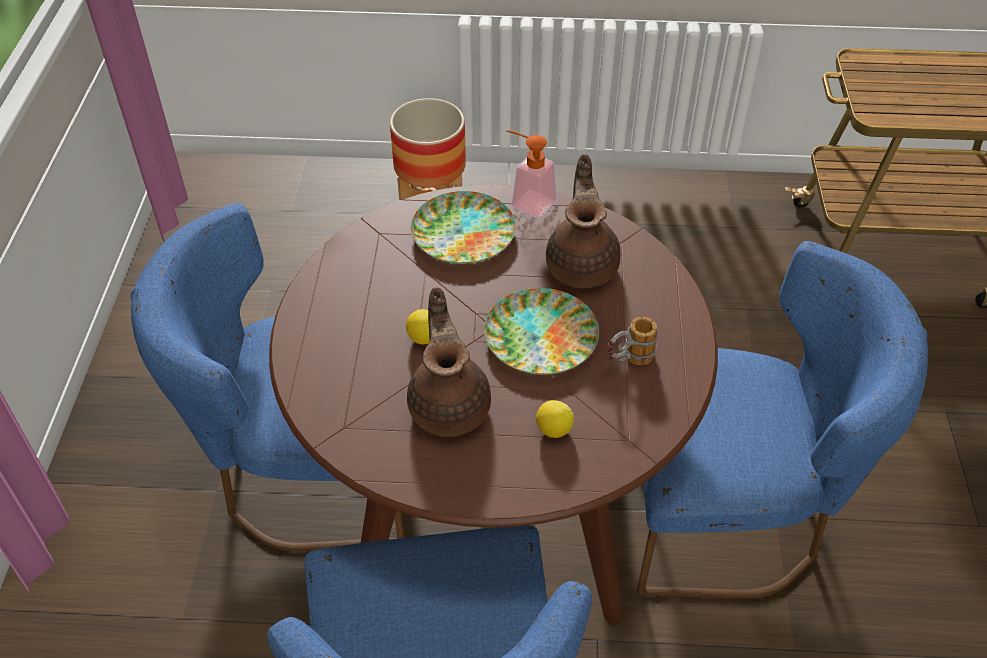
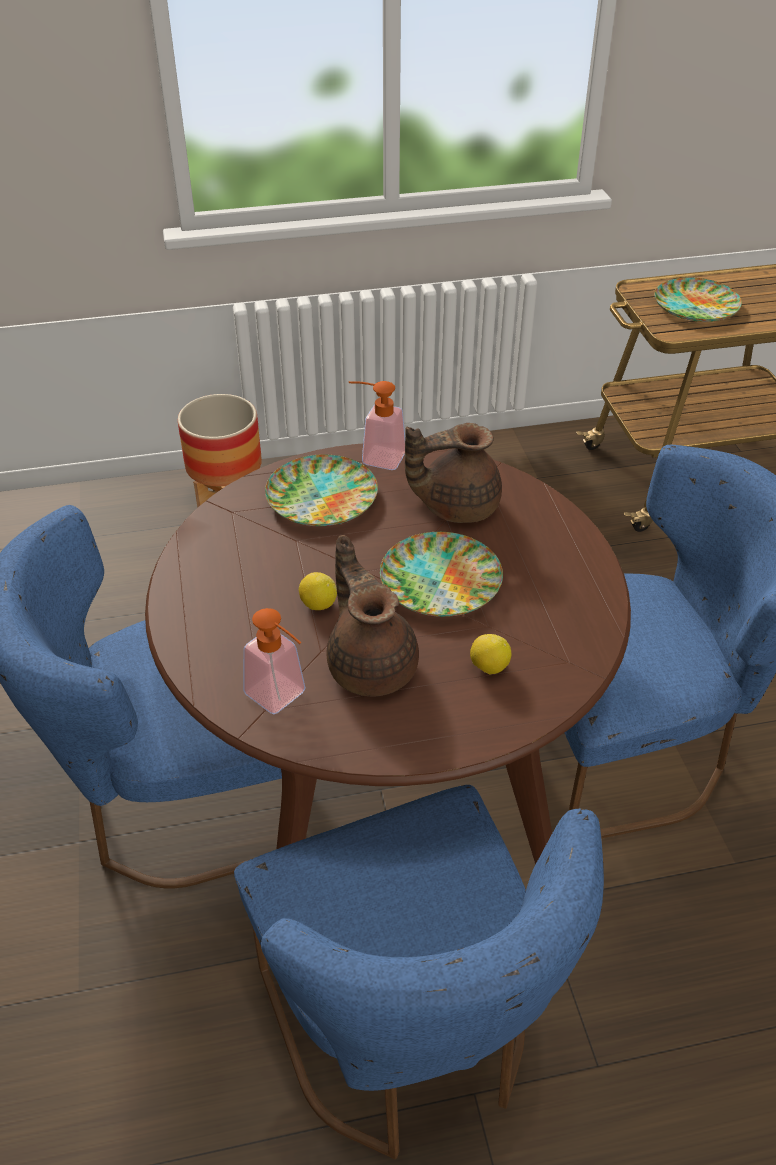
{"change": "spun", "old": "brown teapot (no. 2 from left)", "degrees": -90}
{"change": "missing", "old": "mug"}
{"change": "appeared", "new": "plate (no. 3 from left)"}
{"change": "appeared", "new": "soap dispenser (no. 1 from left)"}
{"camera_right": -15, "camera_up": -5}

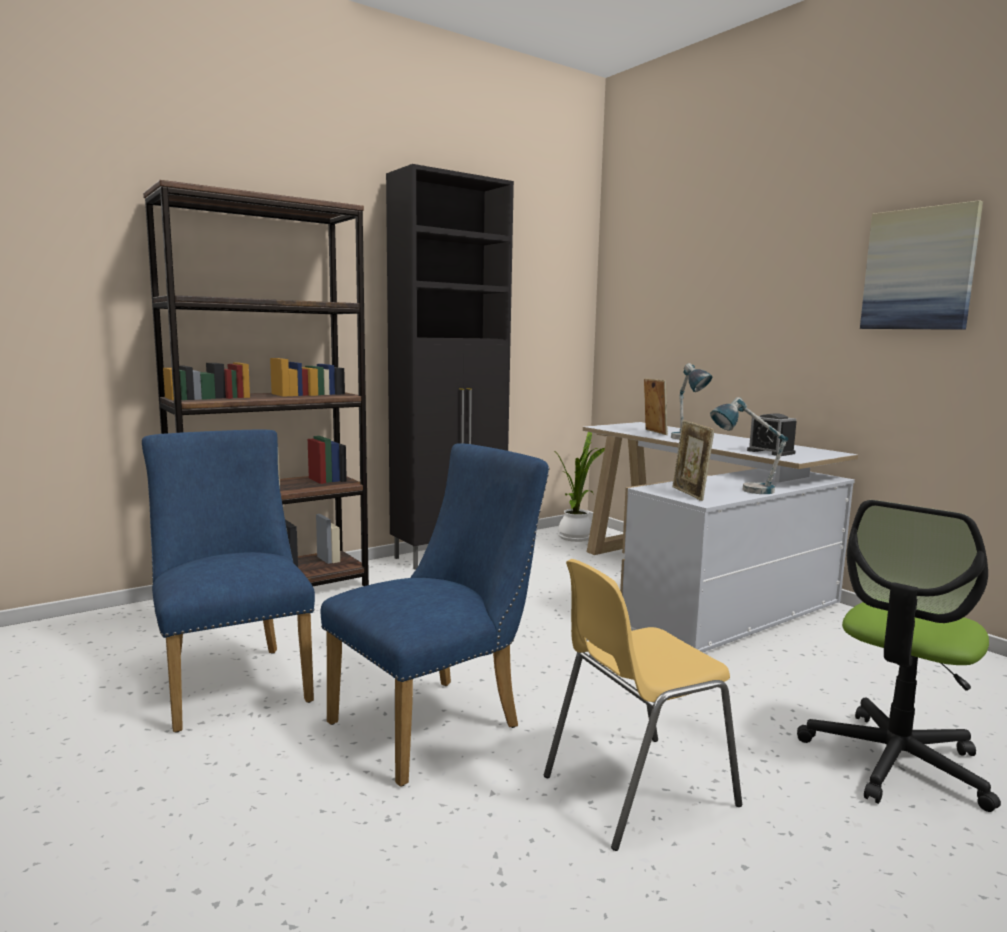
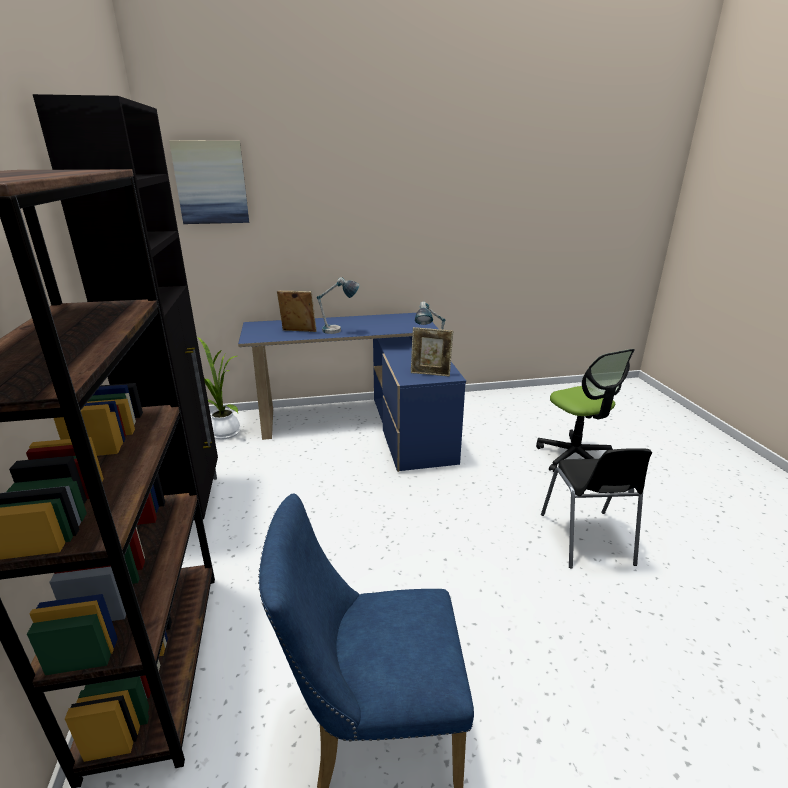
{"change": "relocated", "old": "picture"}
{"change": "missing", "old": "alarm clock"}
{"change": "colour", "old": "white desk", "new": "blue desk"}
{"change": "missing", "old": "blue chair (no. 2 from left)"}
{"change": "colour", "old": "yellow chair", "new": "black chair"}
{"camera_right": -65, "camera_up": 15}

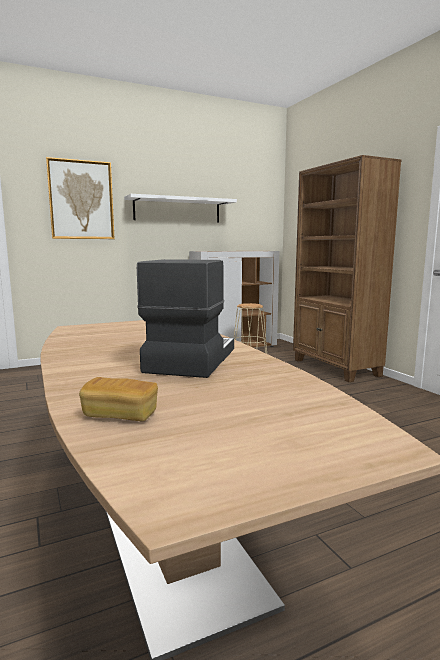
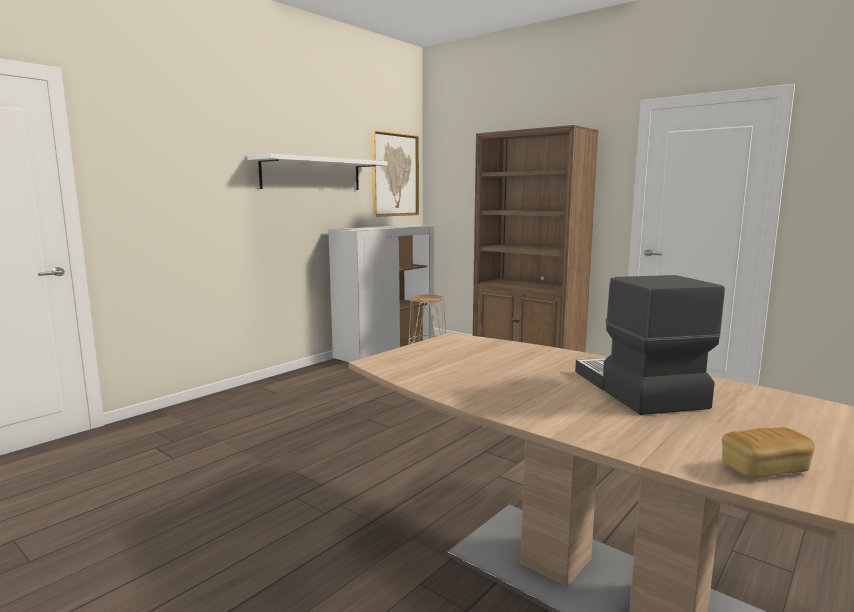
{"change": "relocated", "old": "picture"}
{"camera_right": -25, "camera_up": 0}

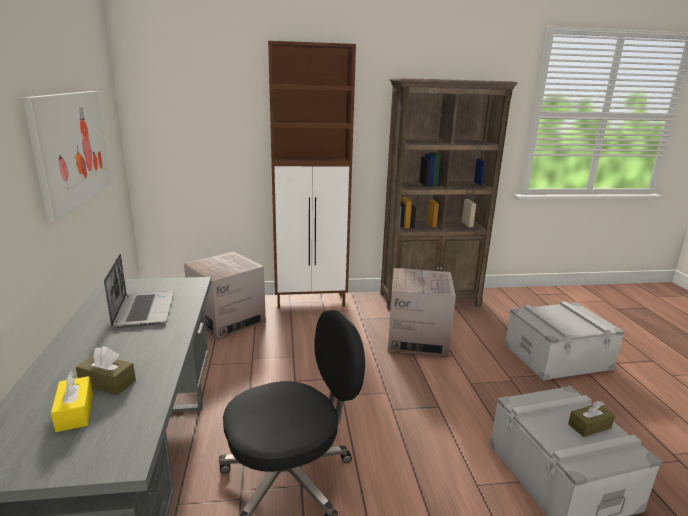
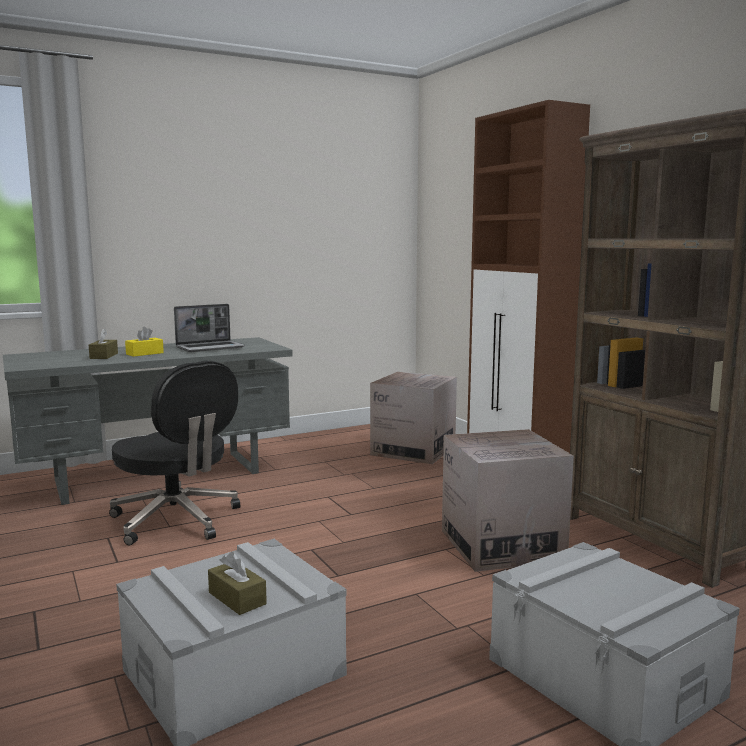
{"change": "missing", "old": "picture"}
{"change": "relocated", "old": "yellow tissue box"}
{"camera_right": 70, "camera_up": -10}

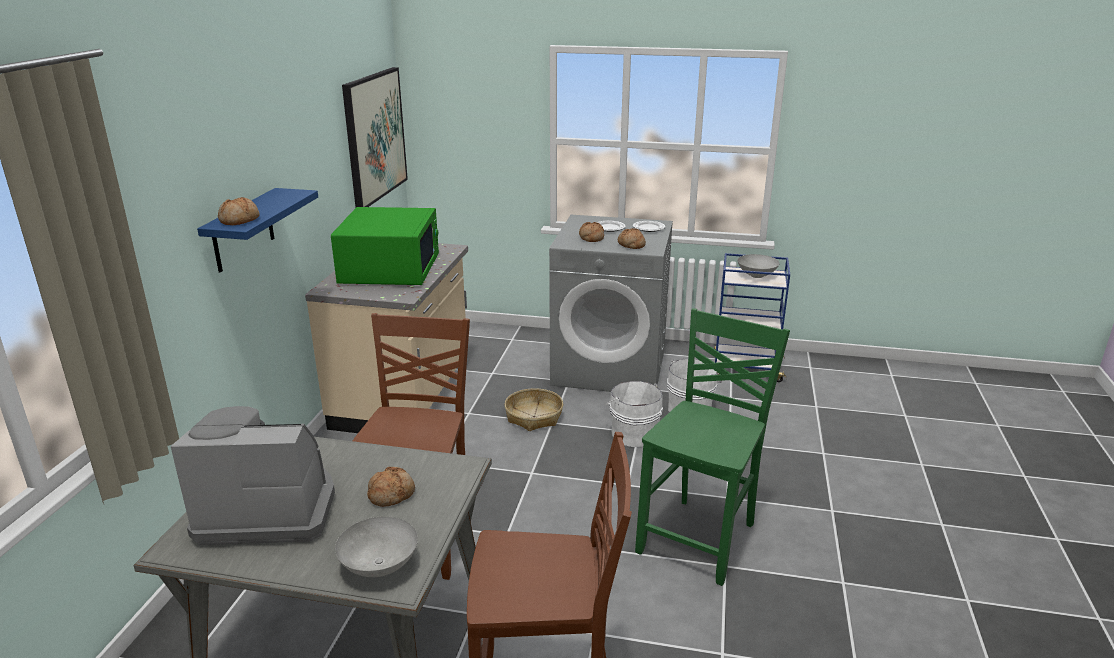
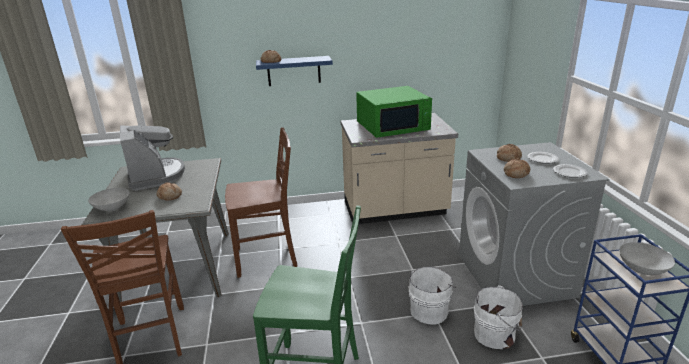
{"change": "missing", "old": "picture"}
{"change": "missing", "old": "basket"}
{"camera_right": 70, "camera_up": 0}

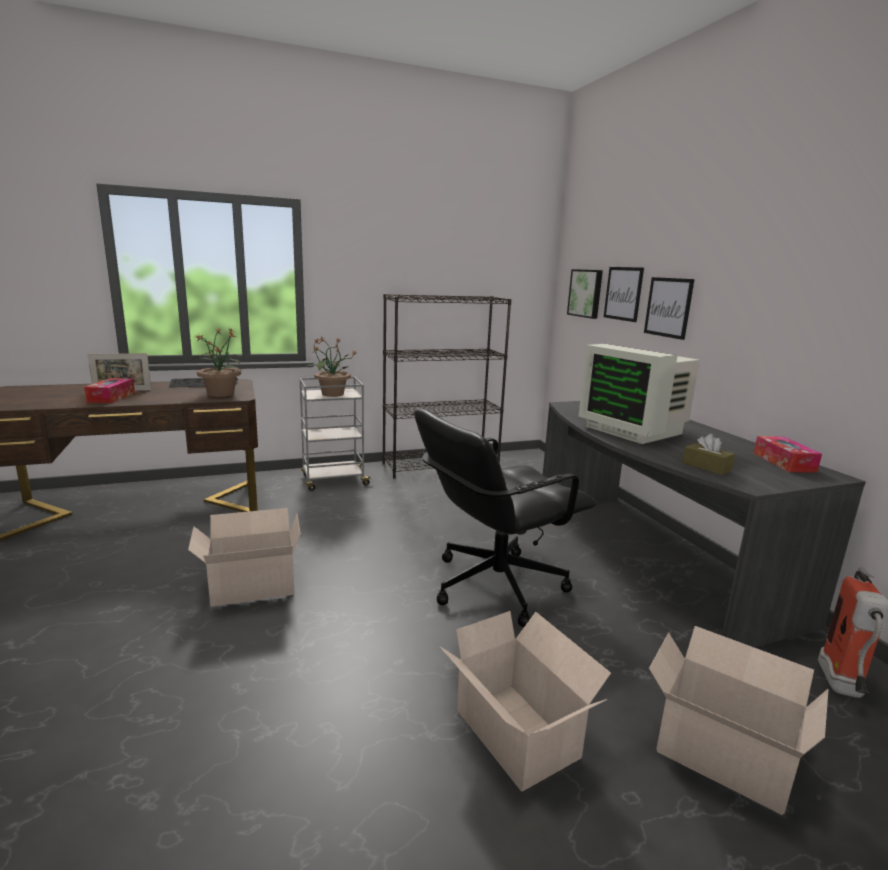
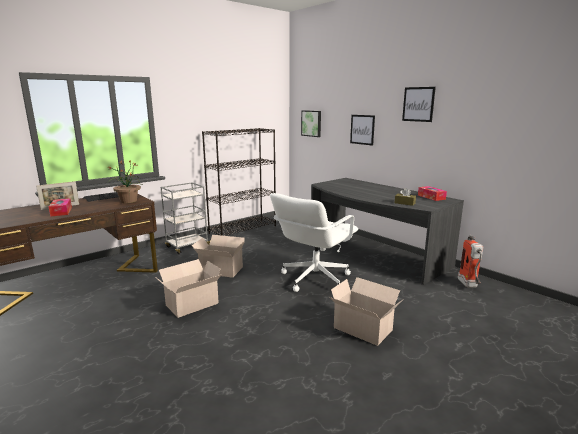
{"change": "relocated", "old": "picture (no. 2 from left in the first image)", "new": "picture (no. 3 from left)"}
{"change": "missing", "old": "potted plant (no. 2 from left)"}
{"change": "missing", "old": "monitor"}
{"change": "colour", "old": "black office chair", "new": "white office chair"}
{"change": "relocated", "old": "cardboard box (no. 3 from left in the first image)", "new": "cardboard box (no. 2 from left)"}
{"camera_right": -20, "camera_up": 0}

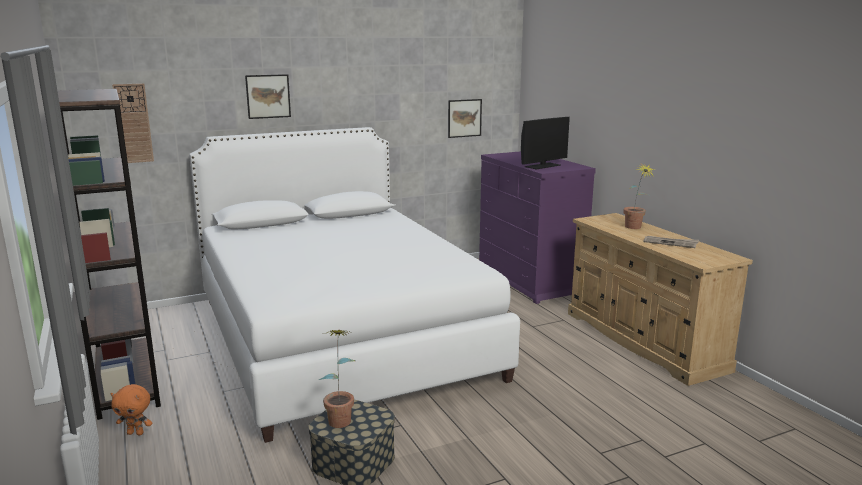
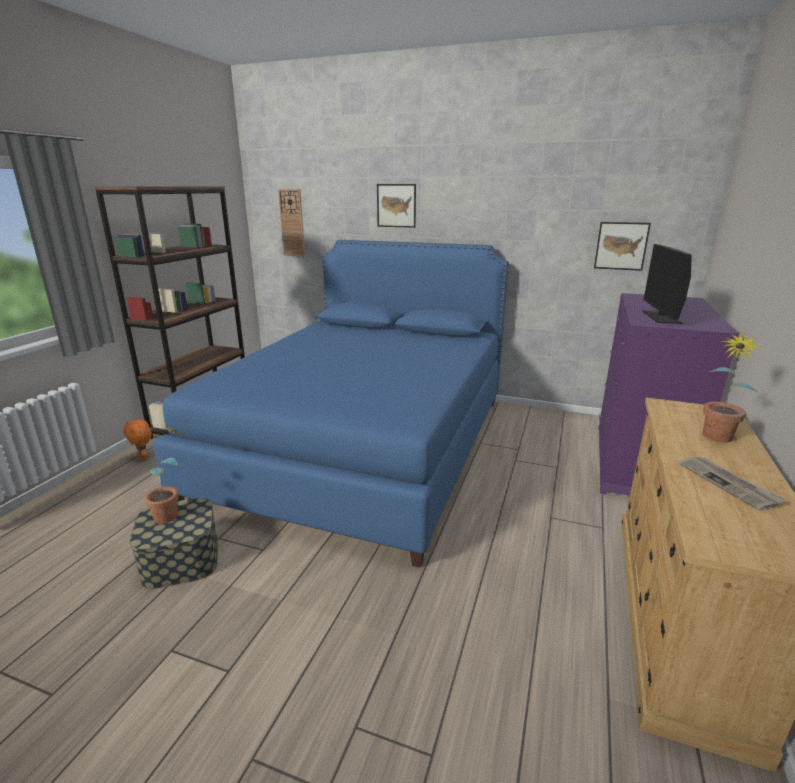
{"change": "spun", "old": "monitor", "degrees": 90}
{"change": "colour", "old": "white bed", "new": "blue bed"}
{"camera_right": 45, "camera_up": 5}

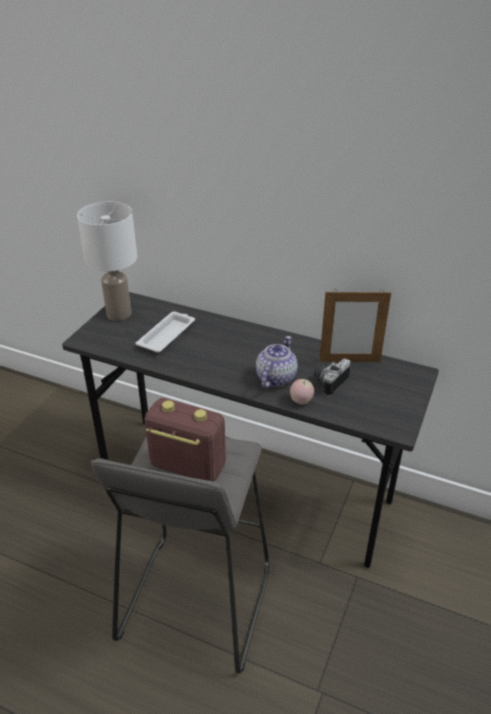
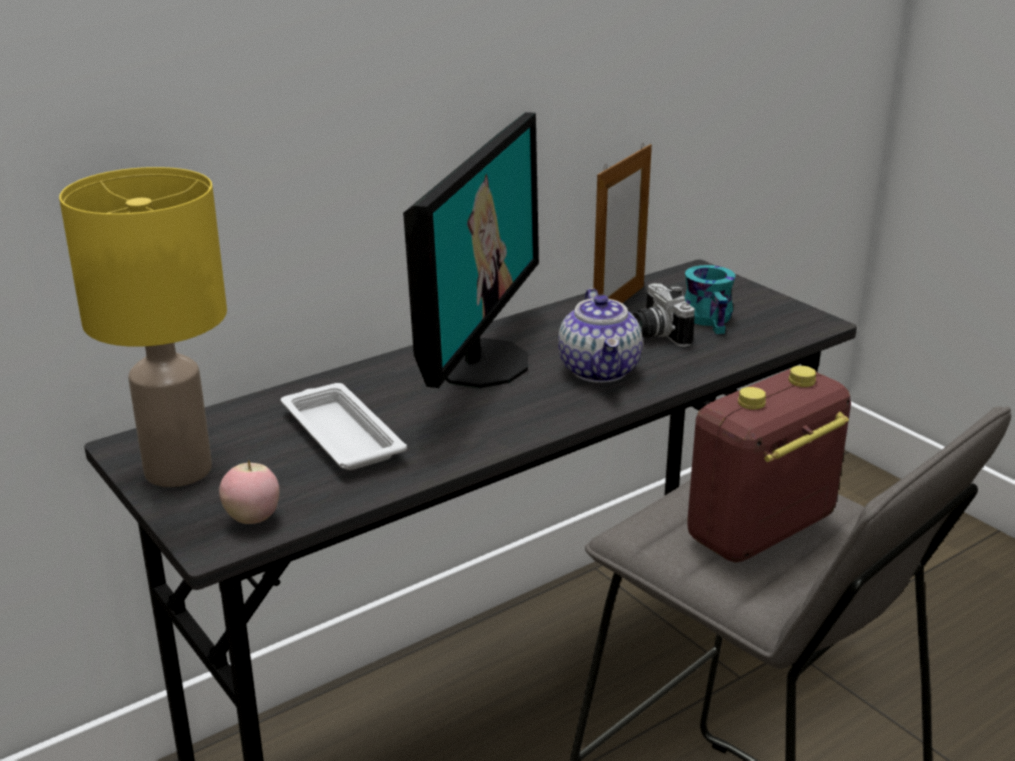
{"change": "colour", "old": "white table lamp", "new": "yellow table lamp"}
{"change": "spun", "old": "teapot", "degrees": -150}
{"change": "relocated", "old": "apple"}
{"change": "appeared", "new": "monitor"}
{"change": "appeared", "new": "turquoise mug"}
{"camera_right": -60, "camera_up": -10}

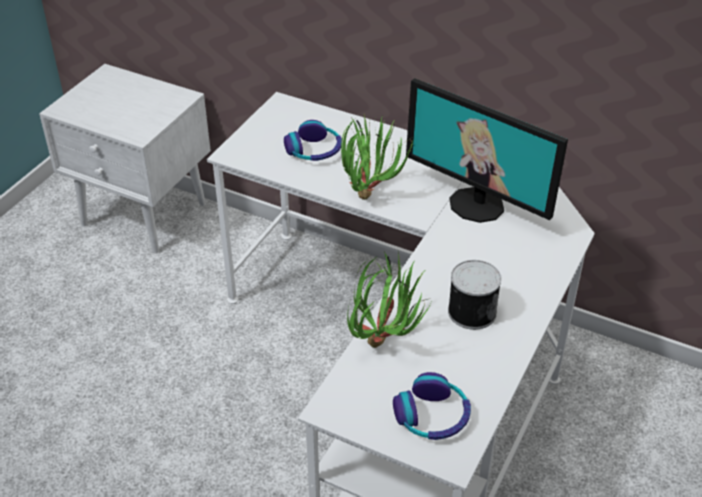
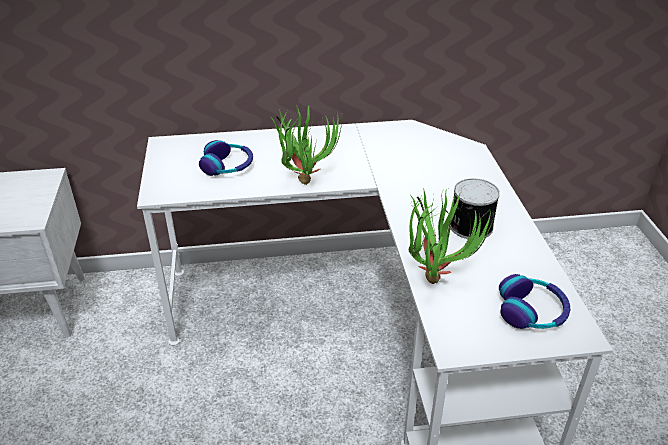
{"change": "missing", "old": "monitor"}
{"camera_right": -35, "camera_up": -5}

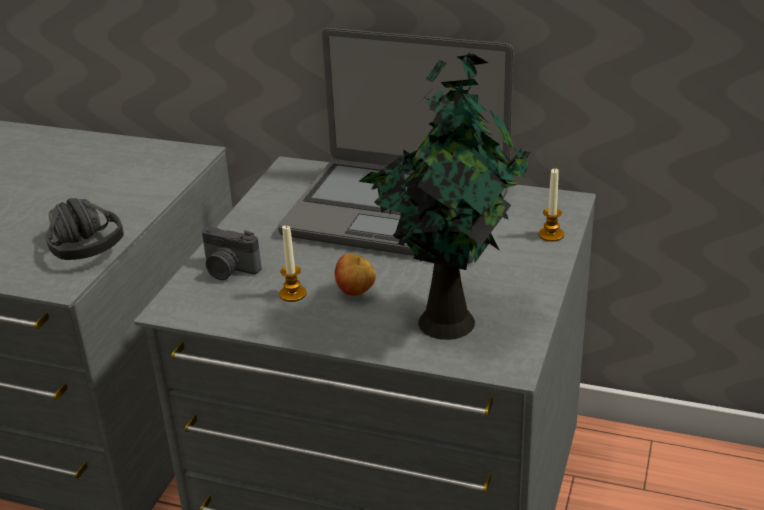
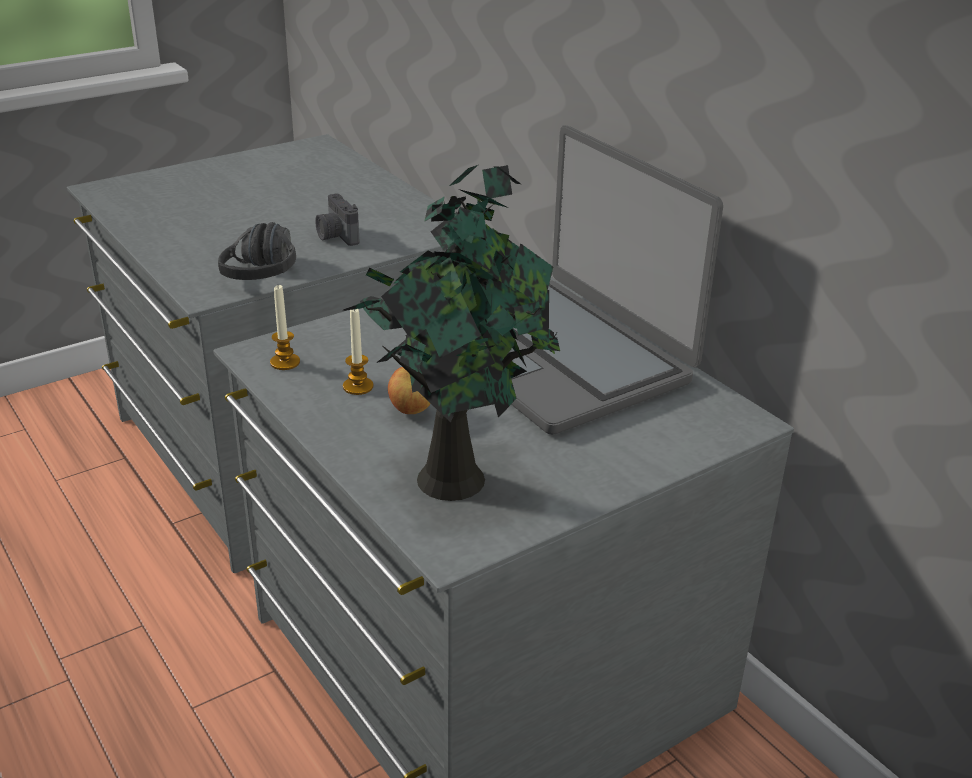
{"change": "relocated", "old": "candle (no. 2 from left in the first image)", "new": "candle (no. 1 from left)"}
{"change": "relocated", "old": "photo camera"}
{"camera_right": 35, "camera_up": 0}

